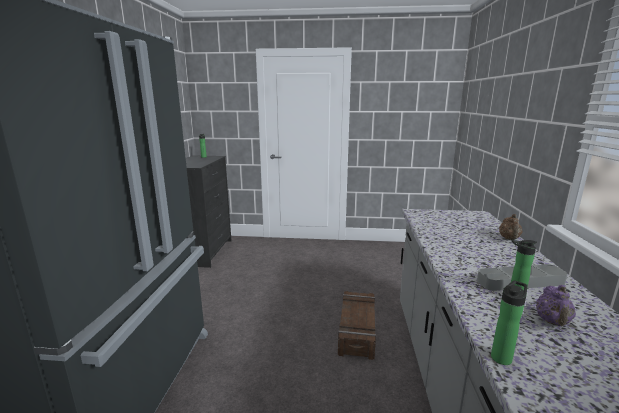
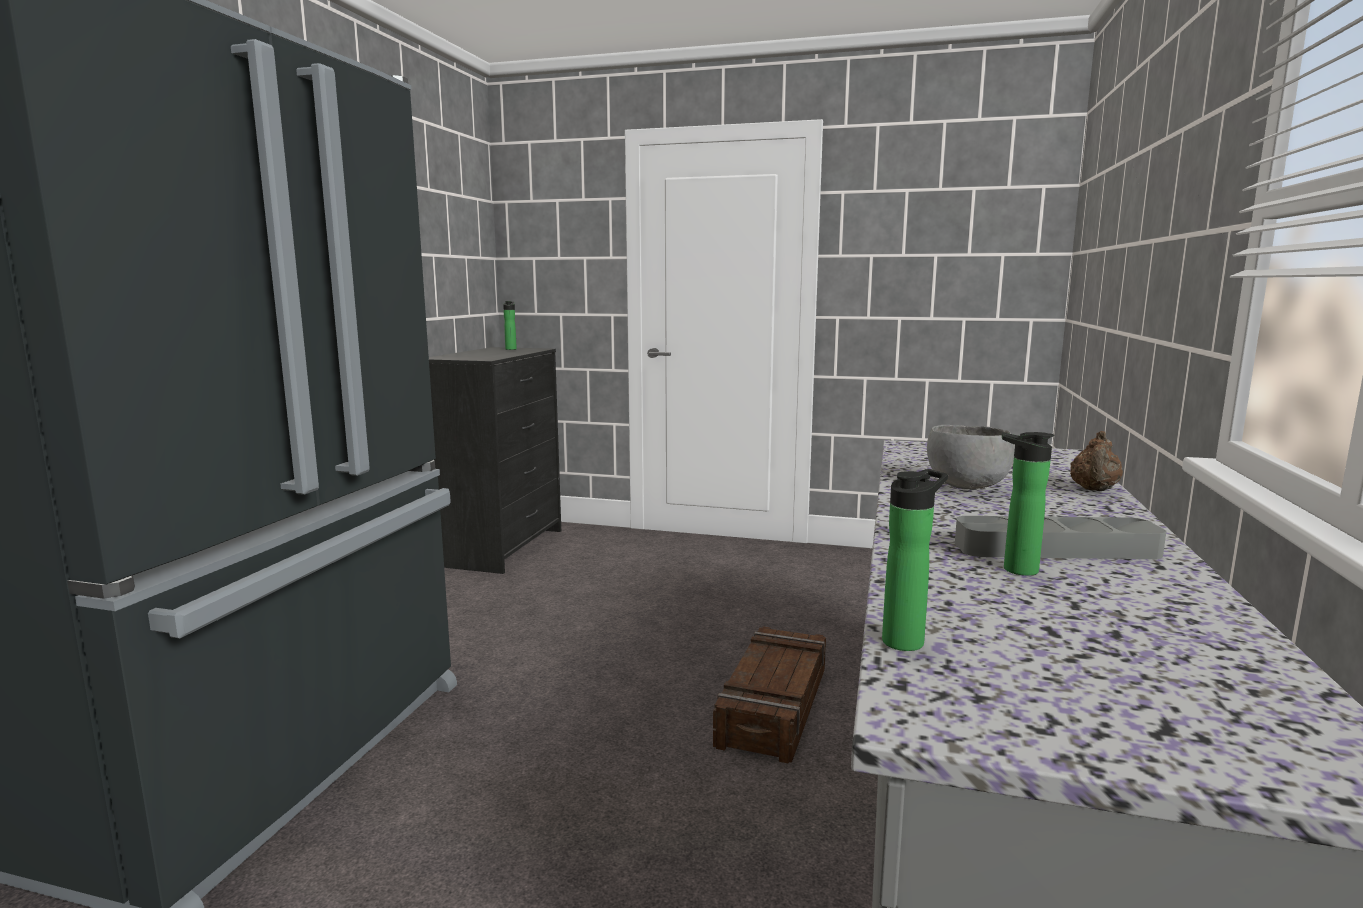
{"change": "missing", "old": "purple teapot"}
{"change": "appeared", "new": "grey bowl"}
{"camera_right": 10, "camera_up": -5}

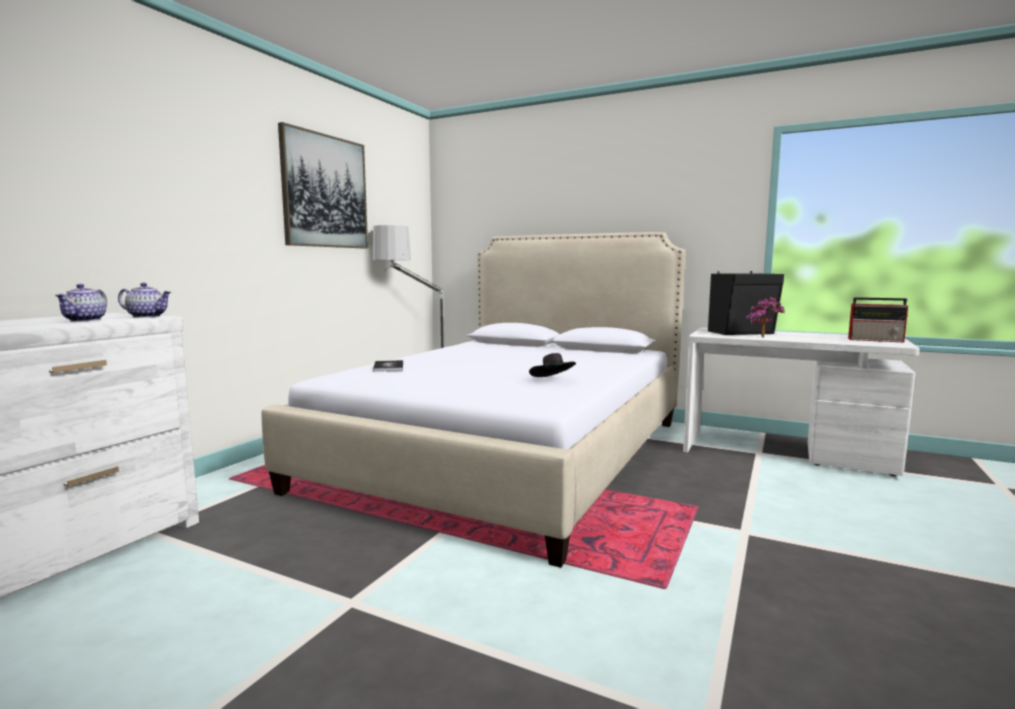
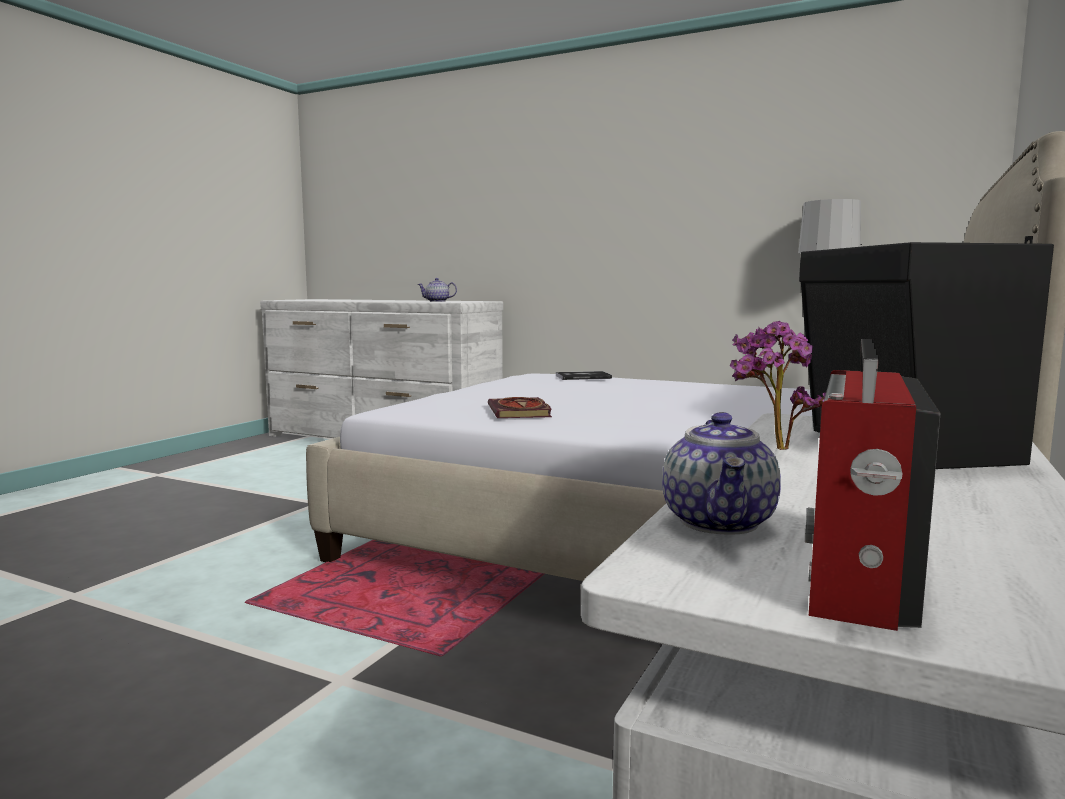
{"change": "missing", "old": "picture"}
{"change": "relocated", "old": "teapot (no. 2 from left)"}
{"change": "exchanged", "old": "black hat", "new": "book (no. 1 from left)"}
{"camera_right": 90, "camera_up": 0}

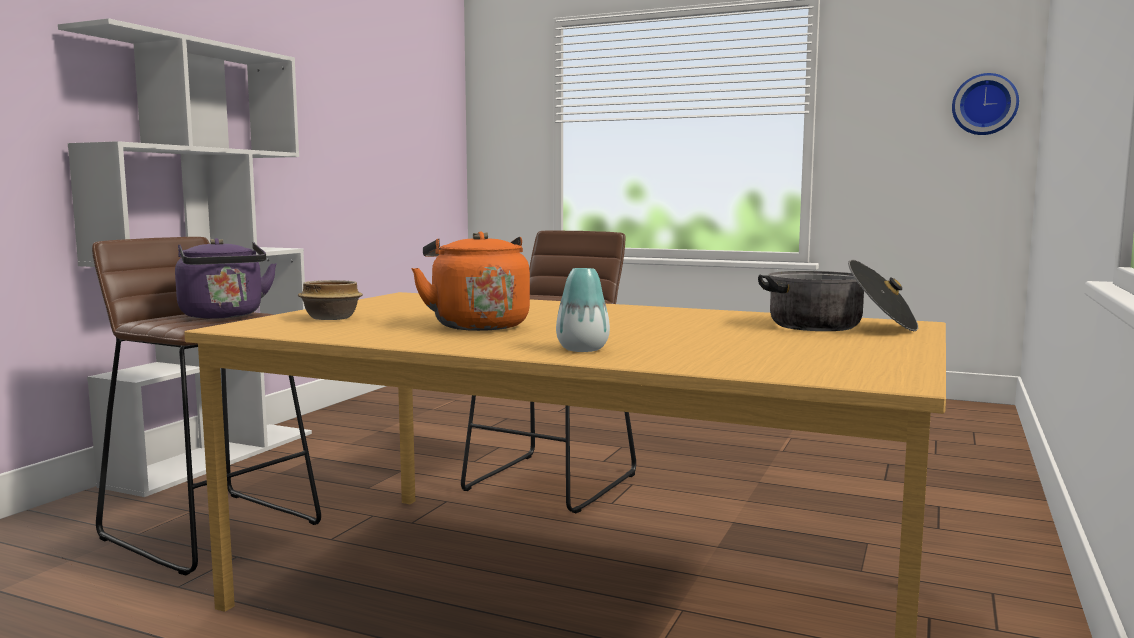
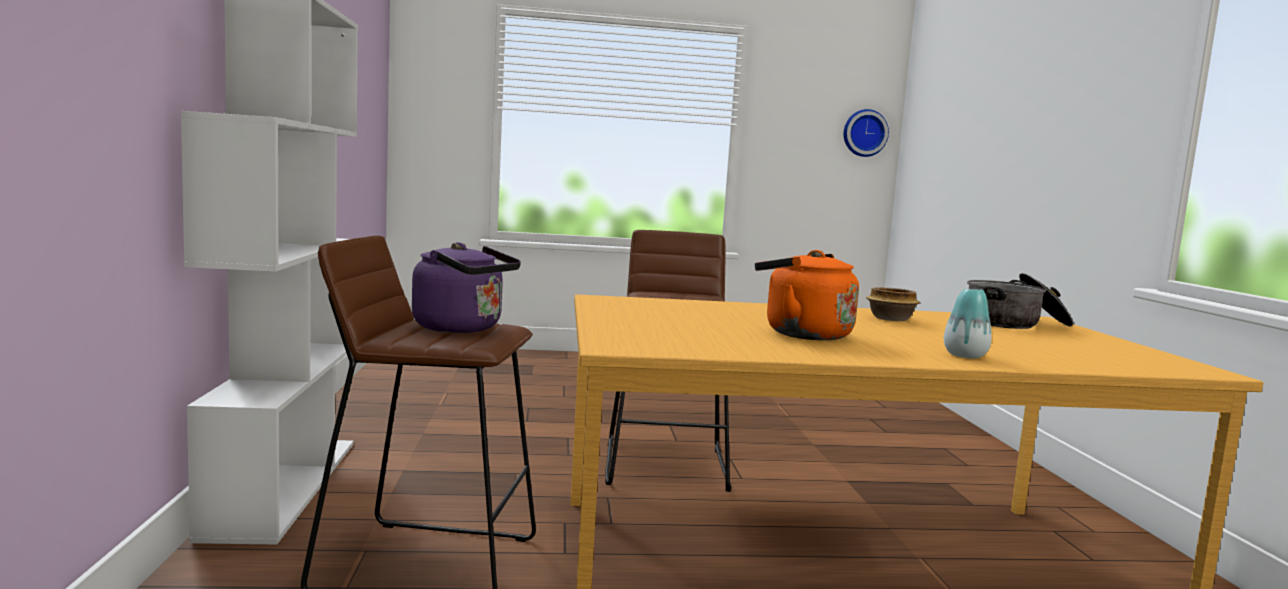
{"change": "relocated", "old": "bowl"}
{"camera_right": -30, "camera_up": 0}

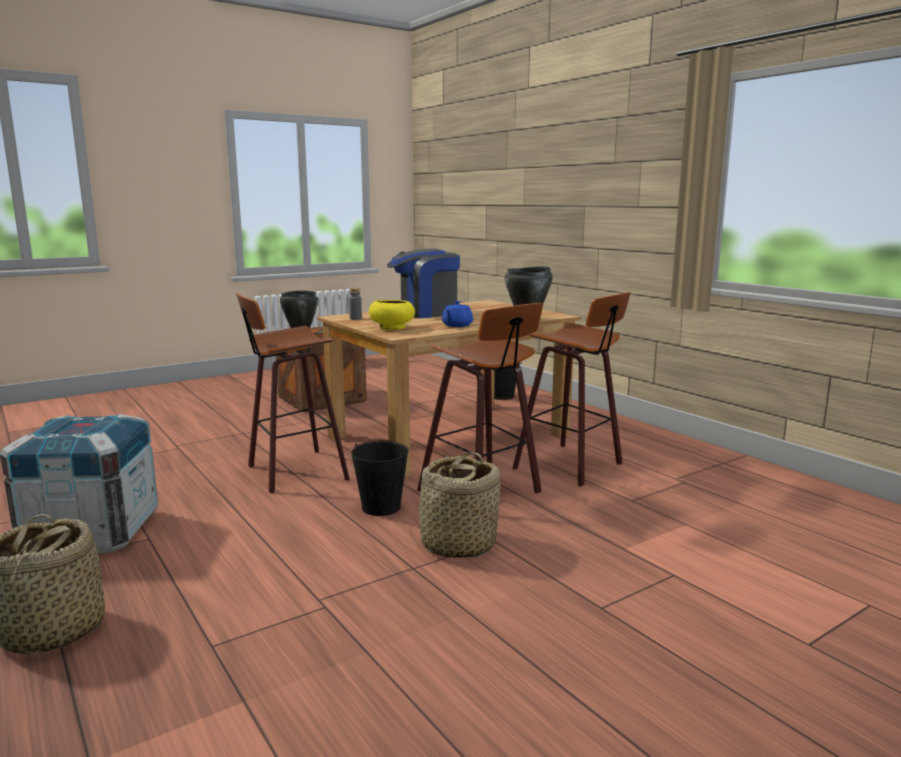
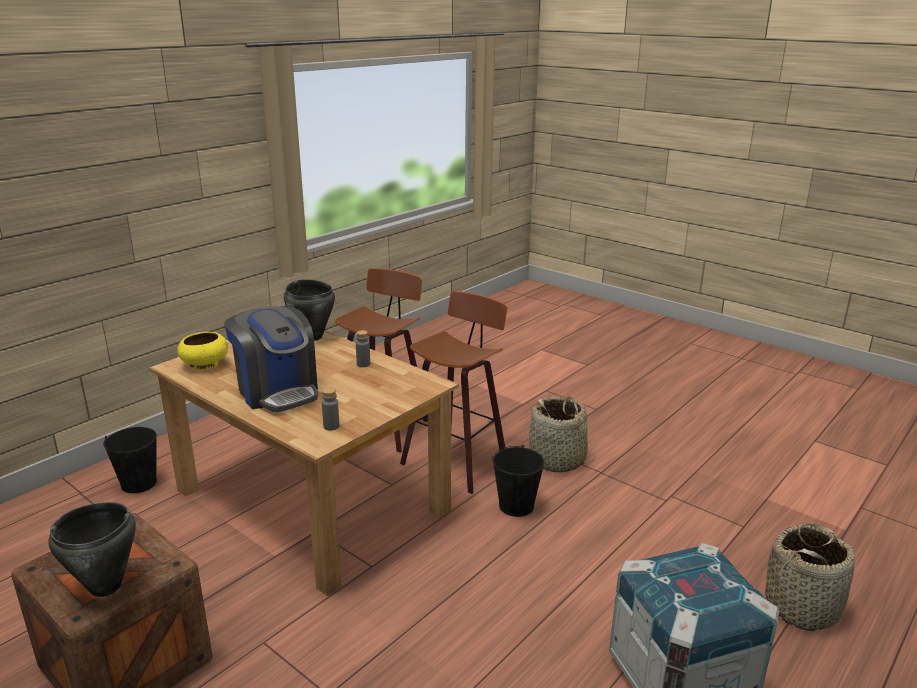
{"change": "missing", "old": "stool (no. 1 from left)"}
{"change": "relocated", "old": "yellow bowl"}
{"change": "exchanged", "old": "blue teapot", "new": "grey bottle (no. 2 from left)"}
{"camera_right": -105, "camera_up": 10}

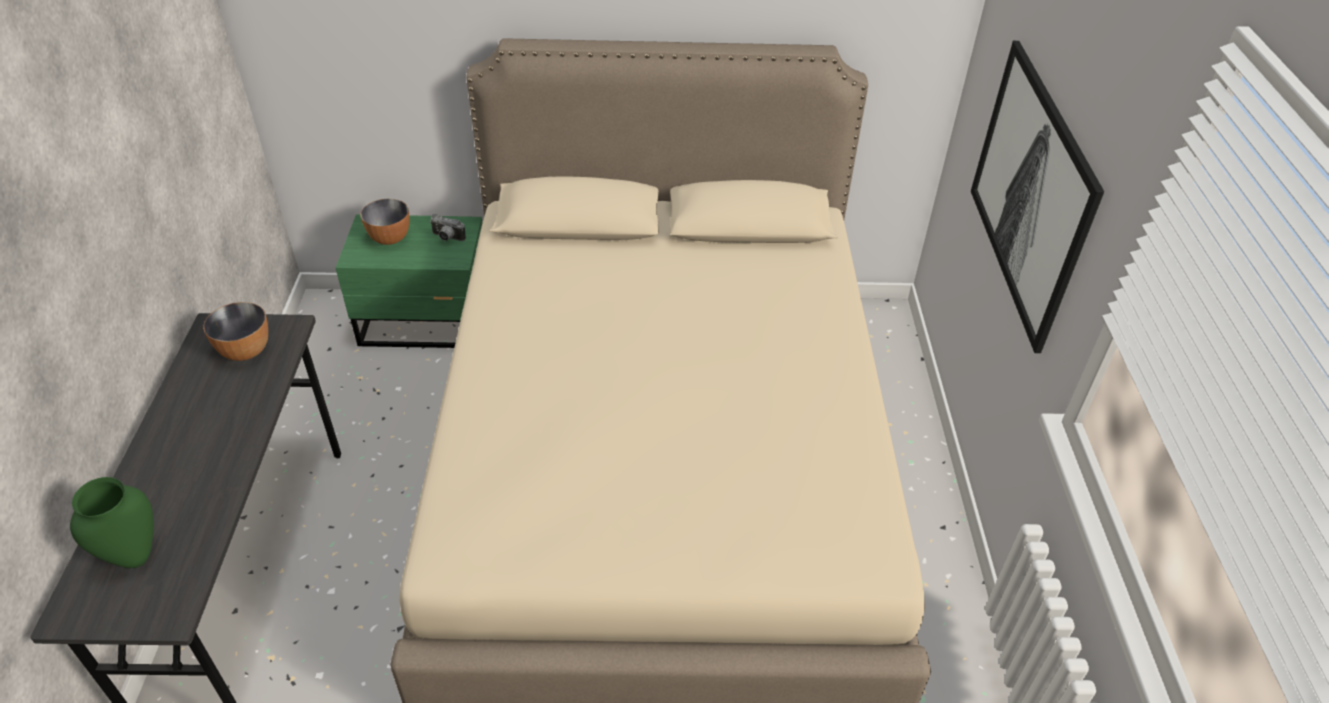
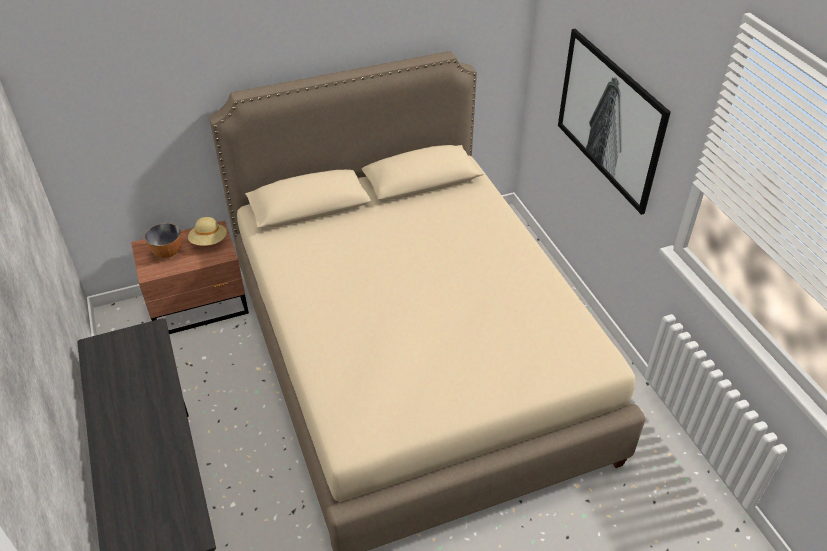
{"change": "colour", "old": "green nightstand", "new": "brown nightstand"}
{"change": "exchanged", "old": "photo camera", "new": "beige hat"}
{"change": "missing", "old": "bowl (no. 1 from left)"}
{"change": "missing", "old": "green vase"}
{"camera_right": -20, "camera_up": 0}

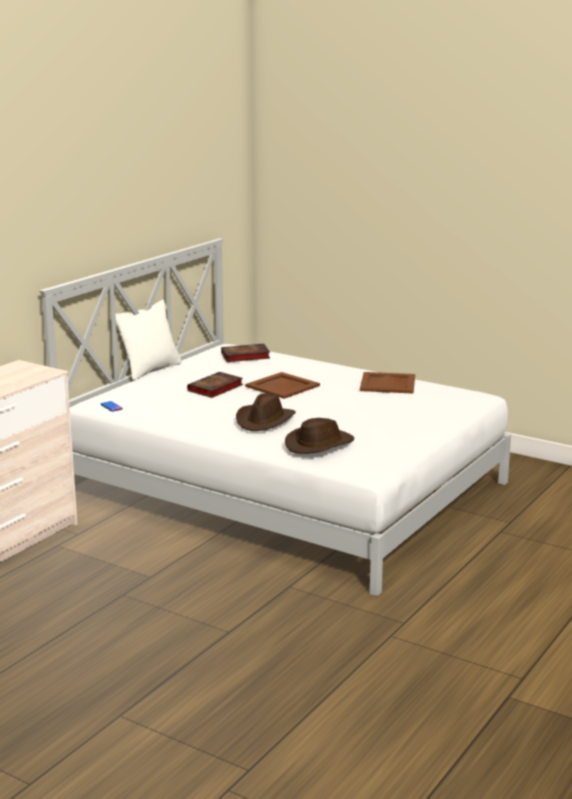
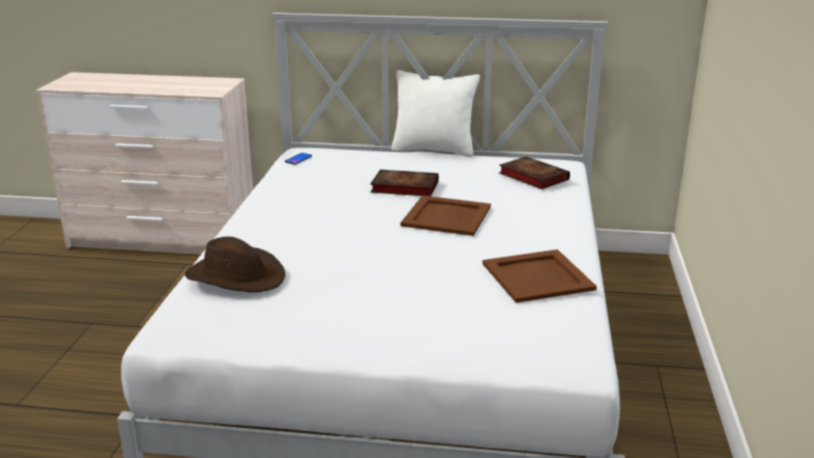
{"change": "missing", "old": "brown hat (no. 1 from left)"}
{"camera_right": 65, "camera_up": 5}

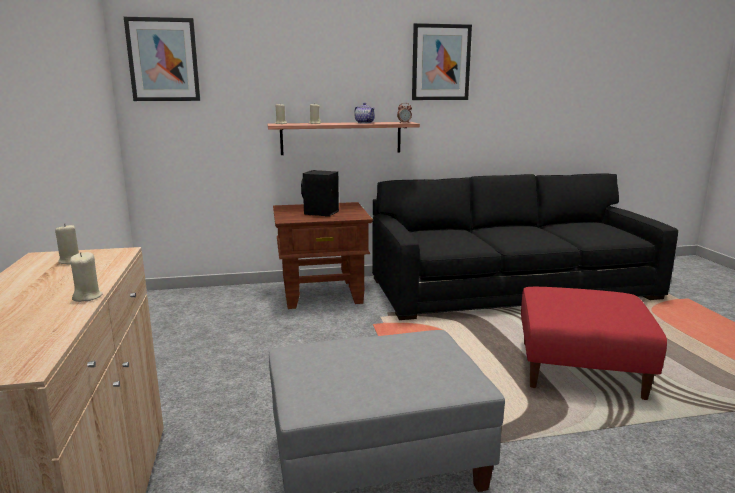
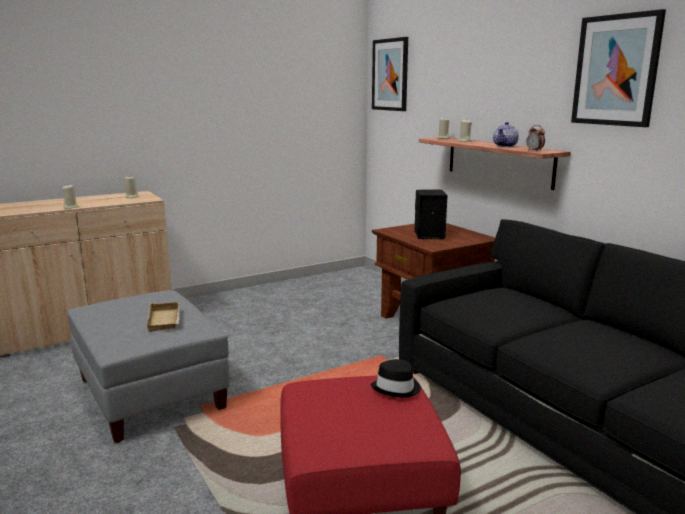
{"change": "appeared", "new": "beige tray"}
{"change": "appeared", "new": "black hat"}
{"camera_right": 70, "camera_up": 0}

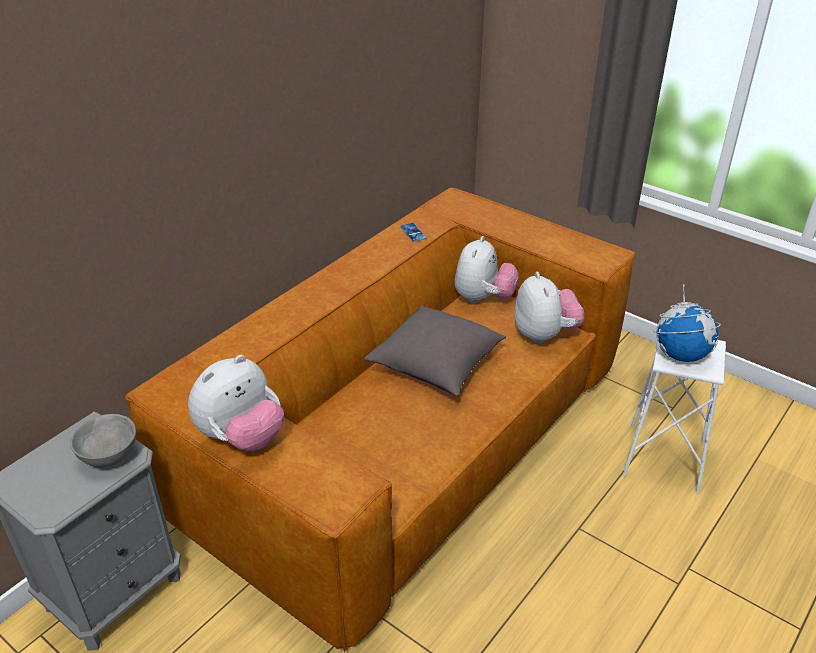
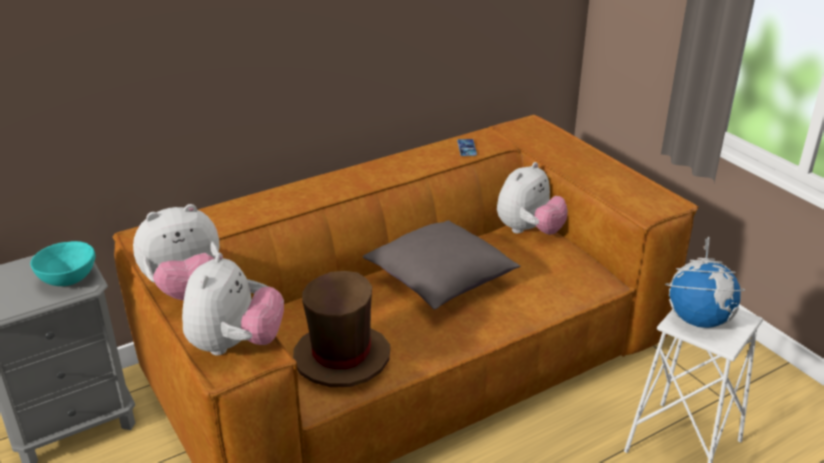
{"change": "relocated", "old": "plush toy (no. 3 from left in the first image)", "new": "plush toy (no. 2 from left)"}
{"change": "colour", "old": "grey bowl", "new": "turquoise bowl"}
{"change": "appeared", "new": "brown hat"}
{"camera_right": 20, "camera_up": -5}

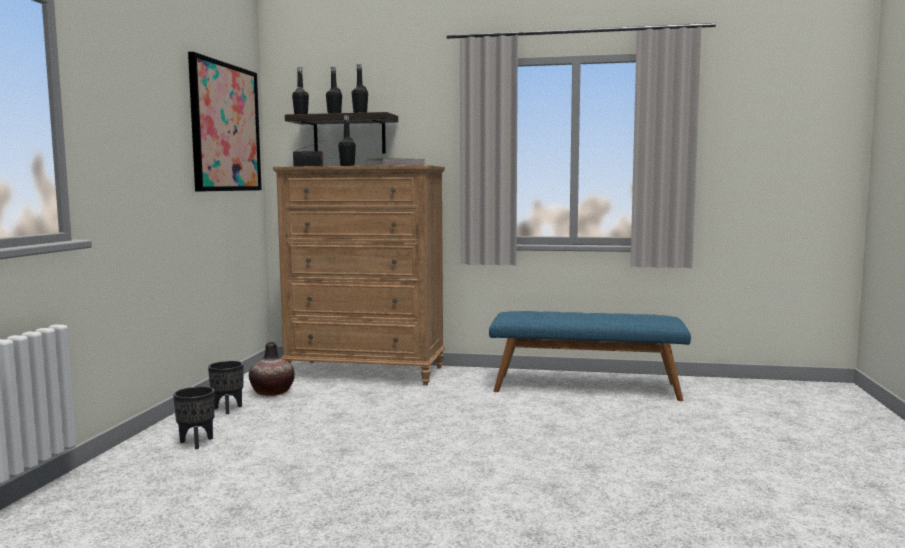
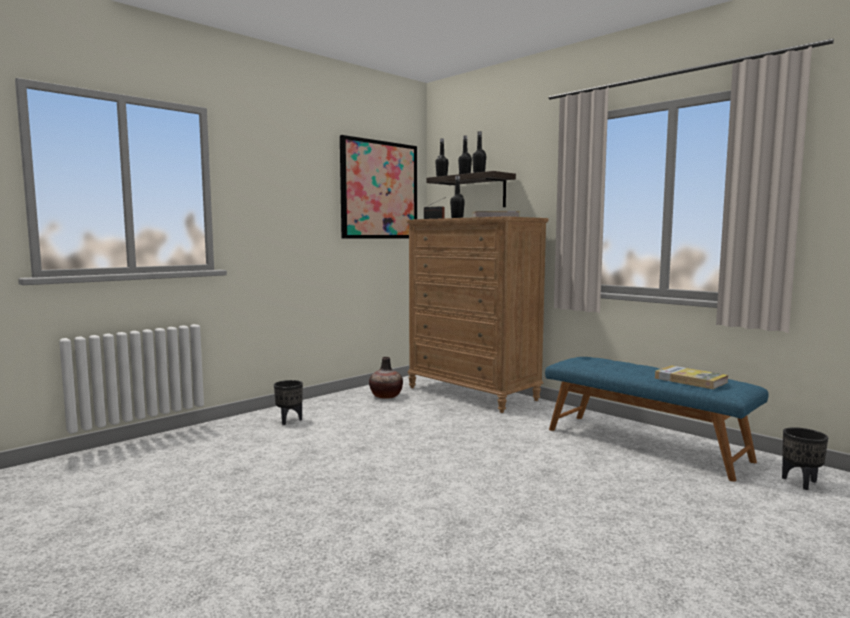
{"change": "relocated", "old": "black planter (no. 2 from left)"}
{"change": "appeared", "new": "book (no. 2 from left)"}
{"camera_right": 35, "camera_up": 0}

